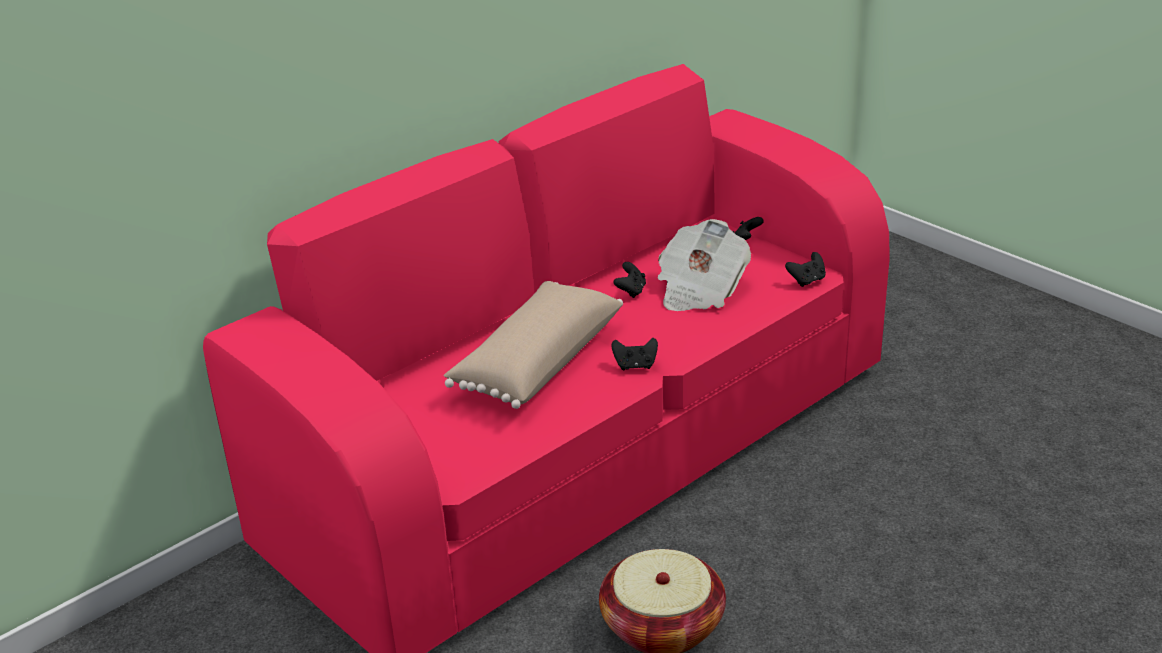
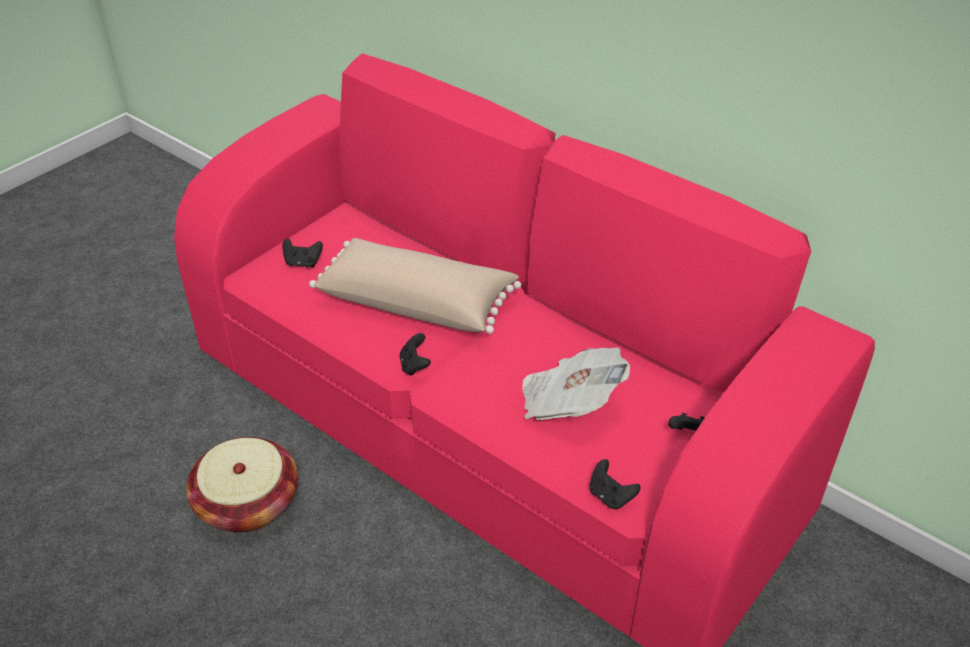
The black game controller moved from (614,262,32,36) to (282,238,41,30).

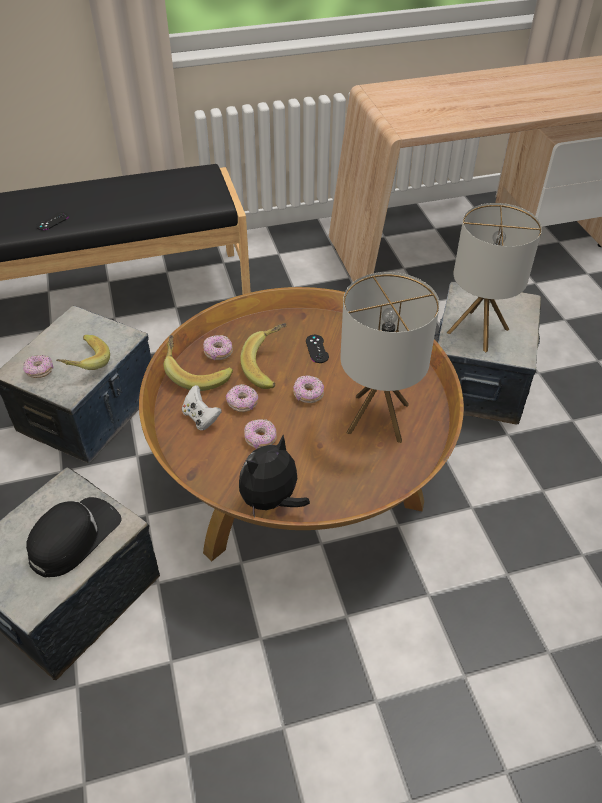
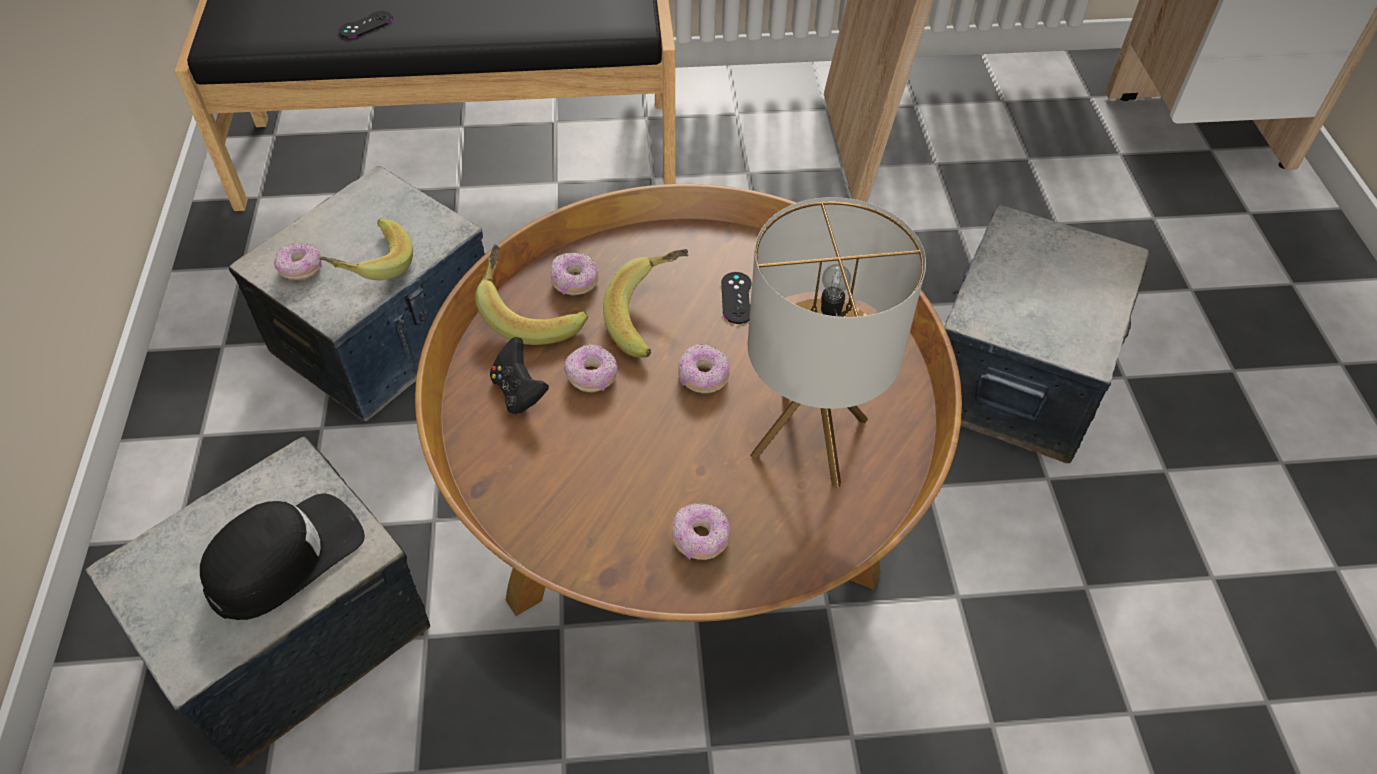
The white game controller at (182,385,40,46) became the black game controller at (490,337,59,77).
The donut moved from (244,419,33,30) to (672,503,58,57).
The plush toy at (239,435,71,83) disappeared.
The table lamp at (447,203,95,149) disappeared.

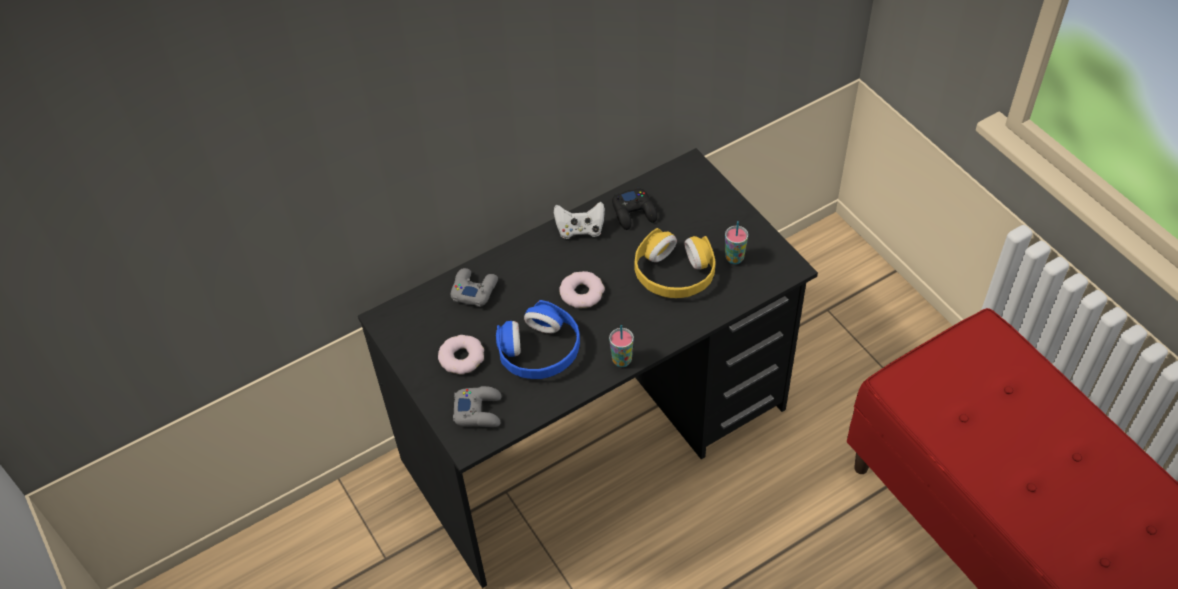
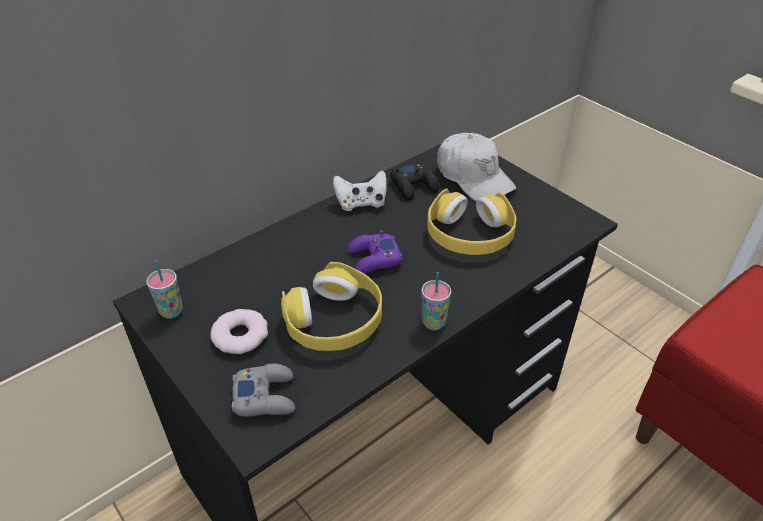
The cup moved from (725,221,23,43) to (146,260,37,59).
The blue headphones at (496,300,84,79) became the yellow headphones at (281,262,101,89).
The donut at (559,271,46,37) was replaced by the purple game controller at (347,230,55,44).
The white cap at (437,132,79,69) appeared.
The grey game controller at (451,268,47,39) disappeared.

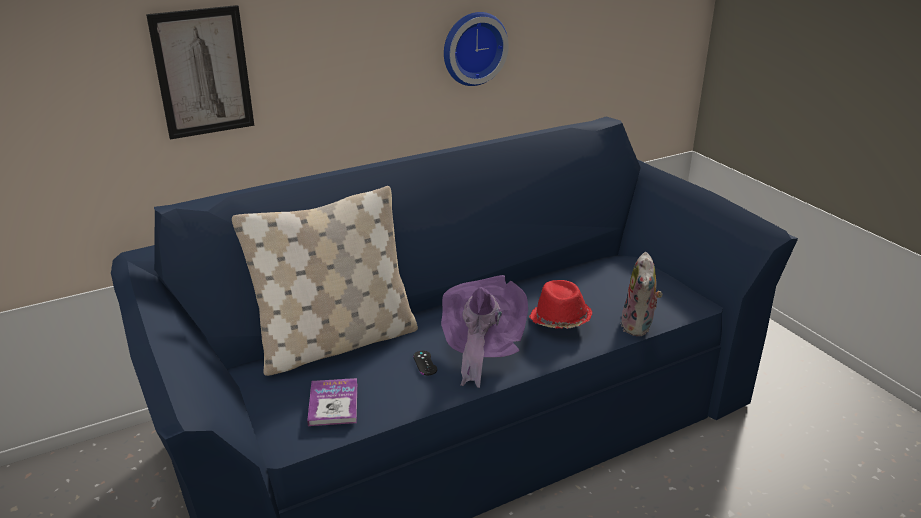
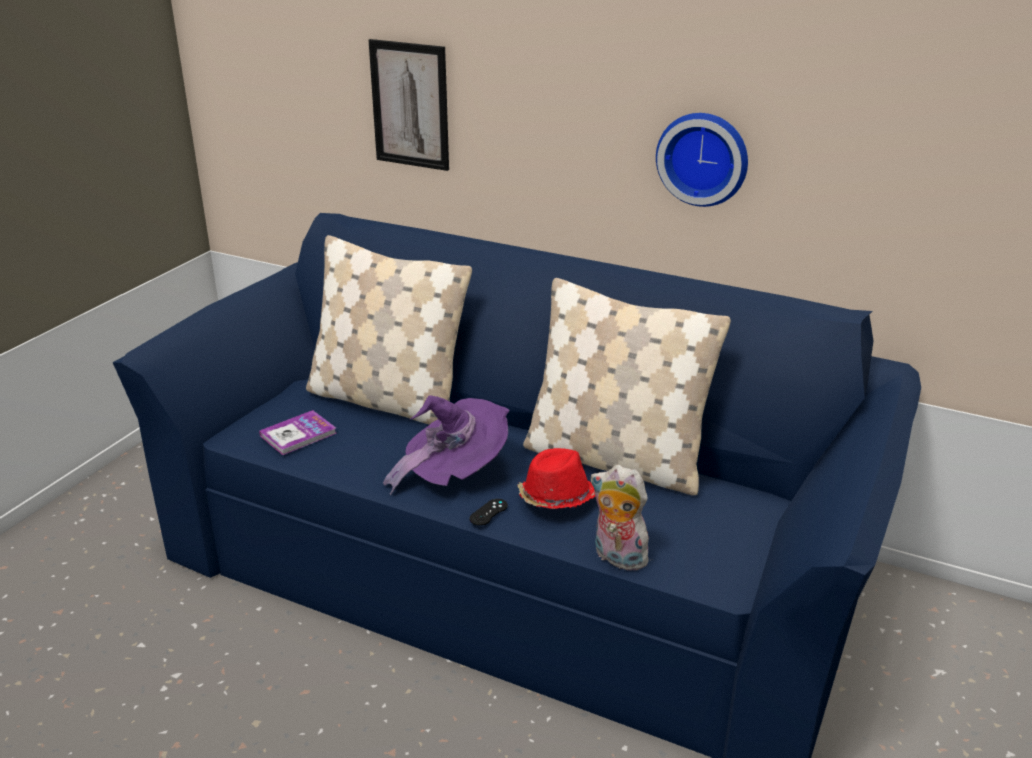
The black game controller moved from (413,351,24,25) to (469,499,39,27).
The beige pillow at (523,278,208,218) appeared.
The plush toy at (620,252,42,84) turned 60 degrees clockwise.

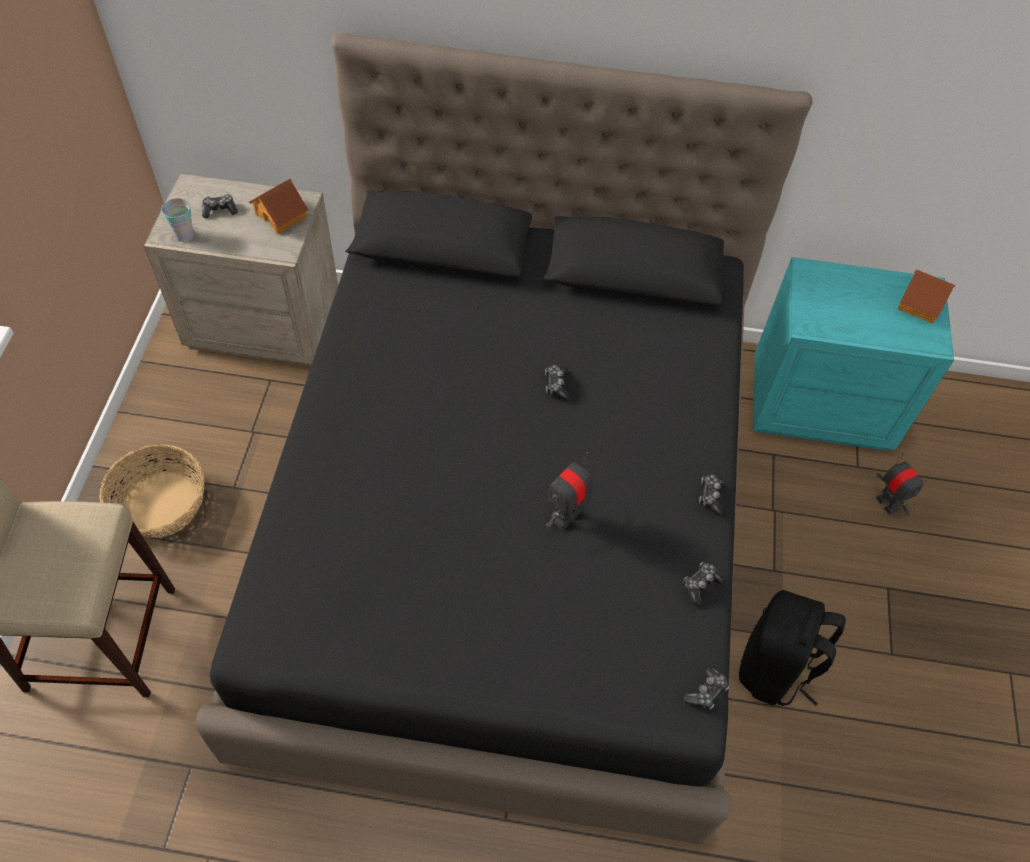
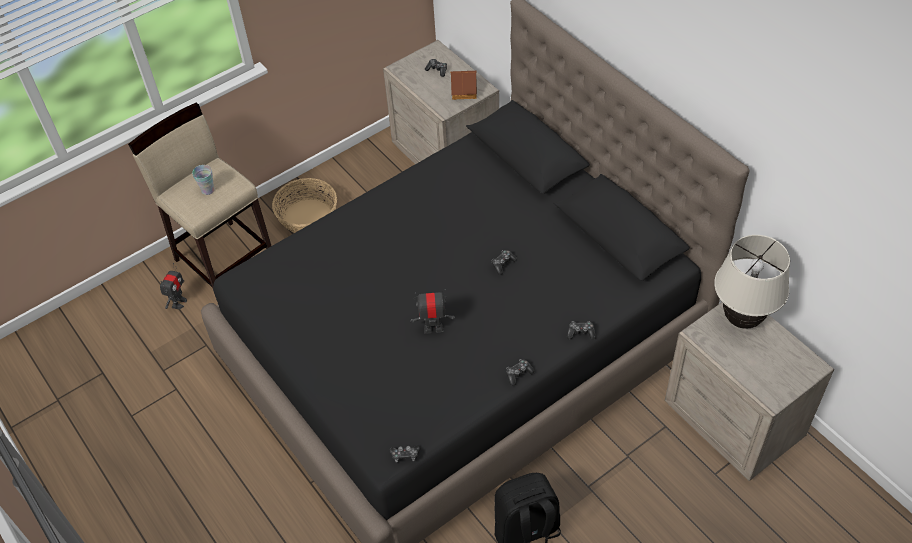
The toy robot moved from (876,453,51,63) to (160,263,27,46).
The cup moved from (161,198,33,44) to (192,165,23,30).
The game controller moved from (683,562,41,44) to (567,321,29,18).
The turquoise nightstand at (753,257,201,194) became the beige nightstand at (665,302,169,179).
The beige table lamp at (714,235,76,94) appeared.
The toy house at (897,269,58,55) disappeared.

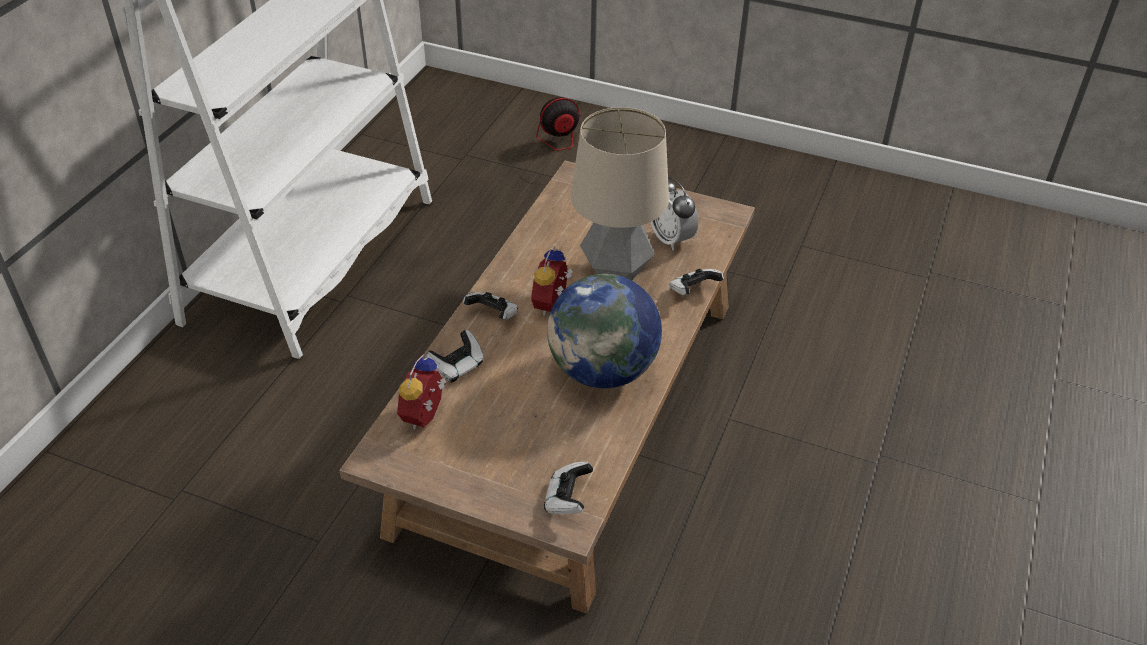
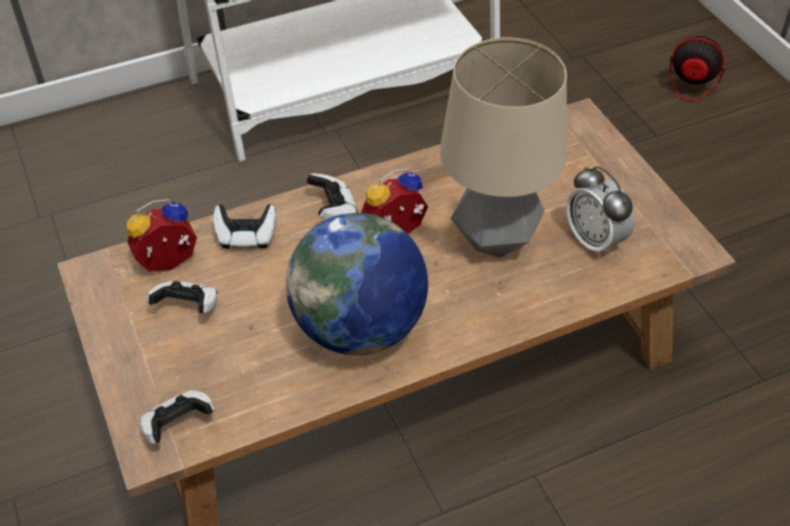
The game controller moved from (669,269,55,26) to (147,281,71,33).
The alarm clock at (651,177,47,74) turned 45 degrees counterclockwise.

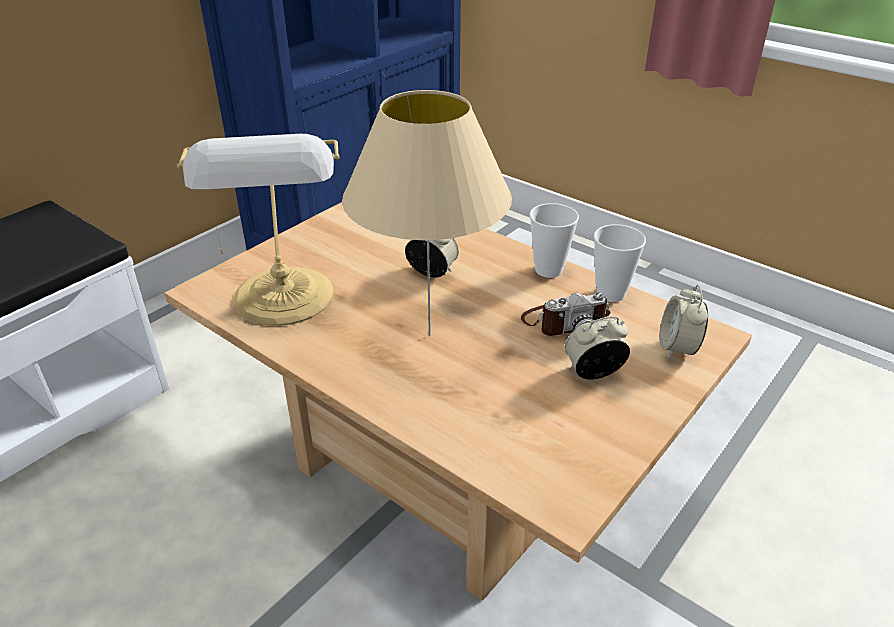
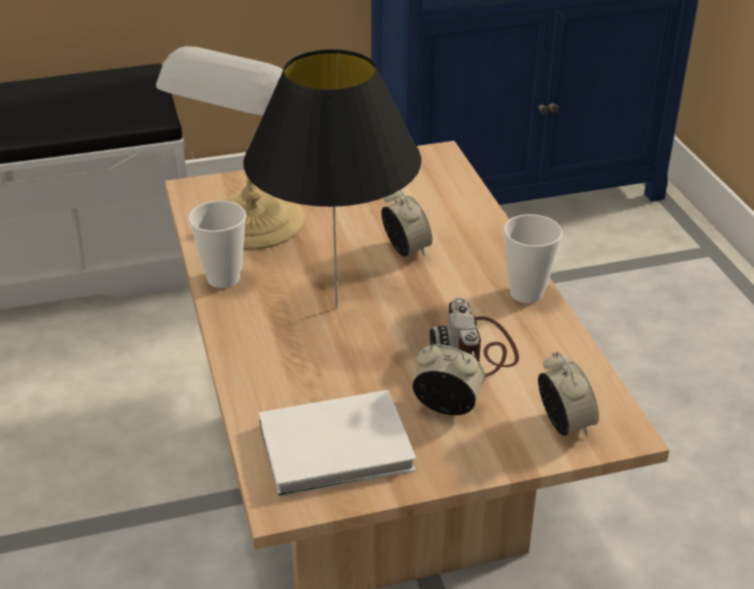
The cup moved from (594,224,52,78) to (188,201,58,87).
The beige table lamp at (342,90,170,246) became the black table lamp at (243,49,178,259).
The white book at (259,390,157,107) appeared.
The photo camera at (521,293,90,43) turned 60 degrees clockwise.
The alarm clock at (660,285,48,74) turned 120 degrees clockwise.

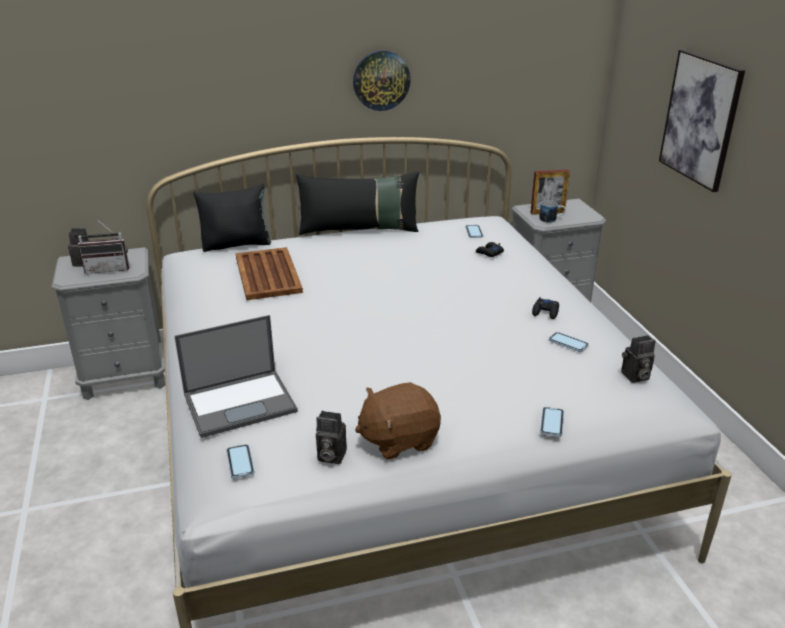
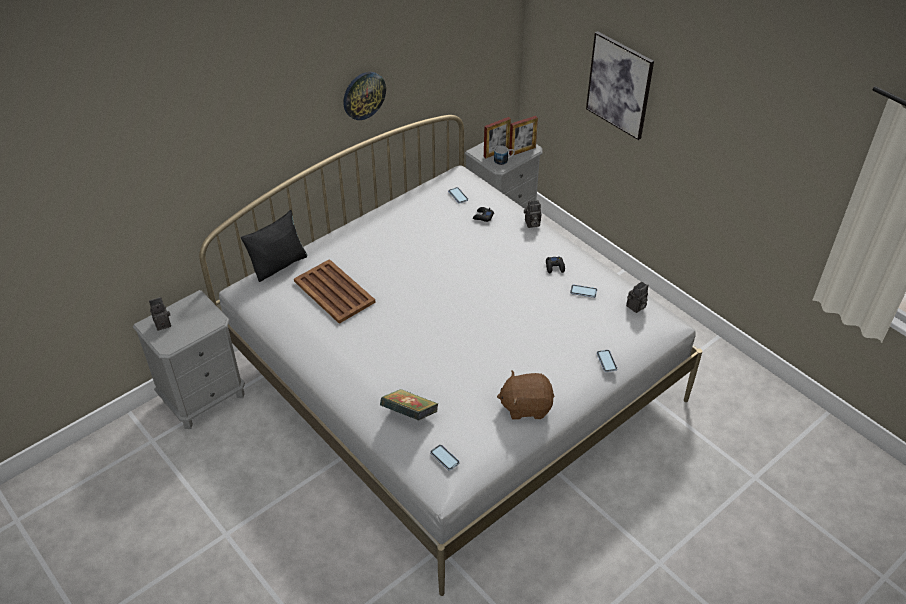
The laptop at (174,315,124,123) was replaced by the book at (380,389,58,32).
The brown plush toy at (355,382,86,78) turned 45 degrees clockwise.
The picture frame at (509,116,29,39) appeared.
The photo camera moved from (316,411,31,53) to (524,200,18,28).
The radio at (78,218,51,56) disappeared.
The black pillow at (296,171,123,64) disappeared.

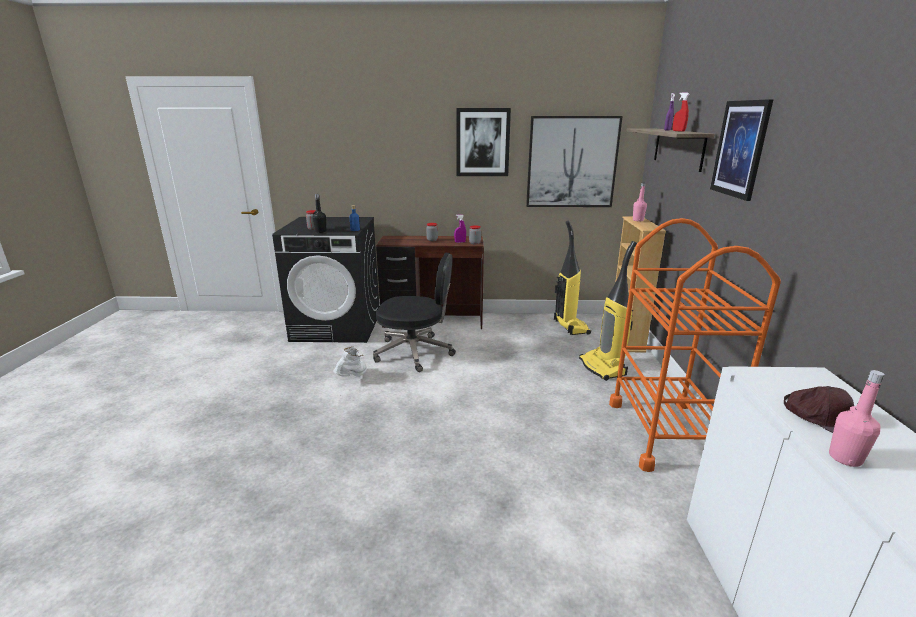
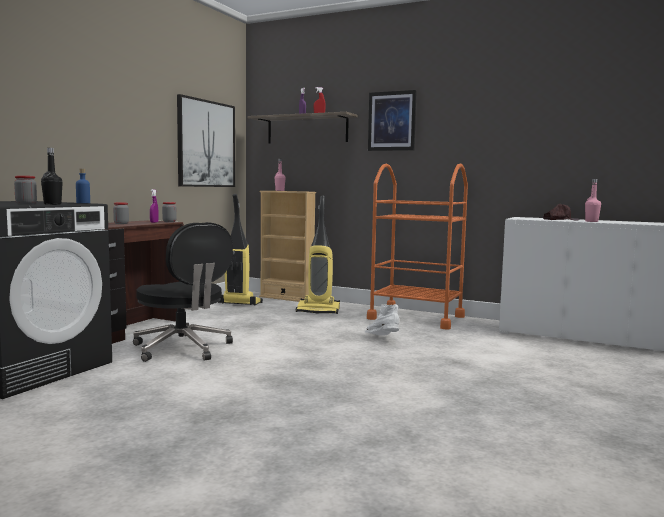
The black office chair at (373,253,83,119) turned 105 degrees clockwise.
The white boot moved from (333,347,34,29) to (365,304,34,32).
The picture at (456,108,55,68) disappeared.

